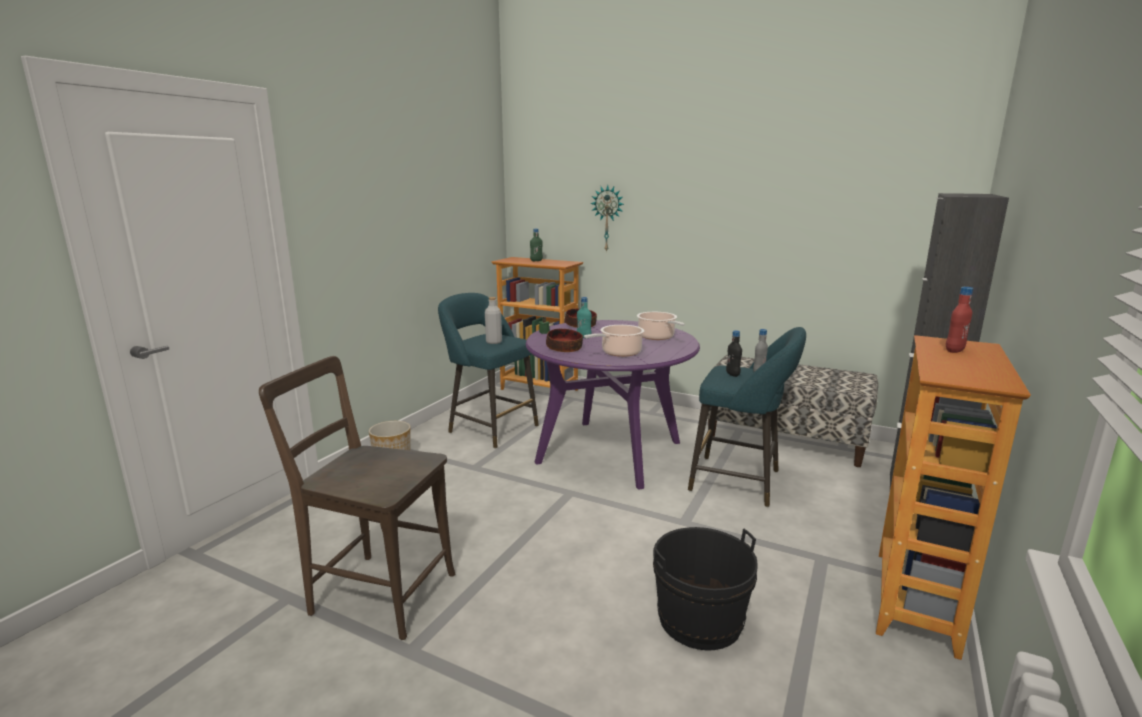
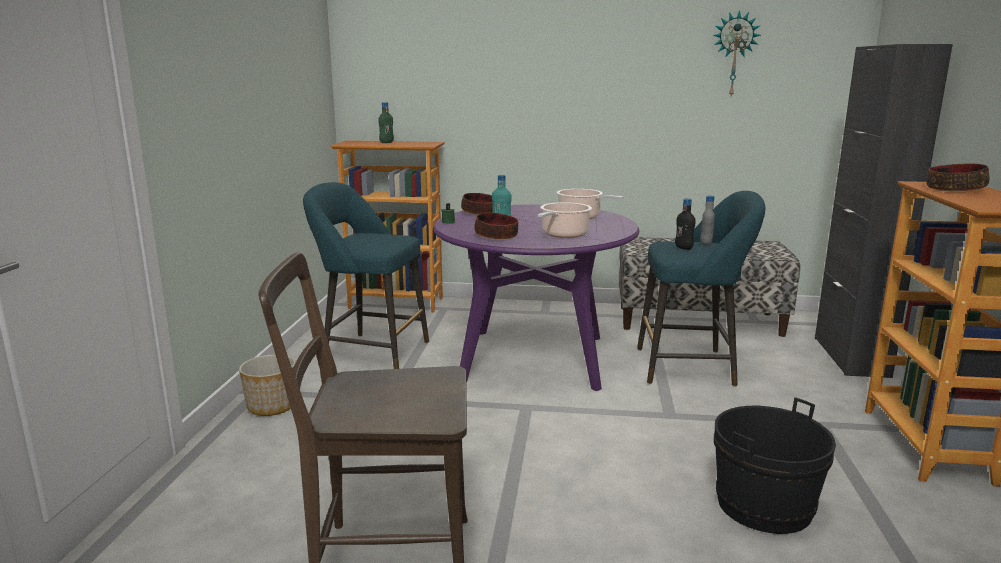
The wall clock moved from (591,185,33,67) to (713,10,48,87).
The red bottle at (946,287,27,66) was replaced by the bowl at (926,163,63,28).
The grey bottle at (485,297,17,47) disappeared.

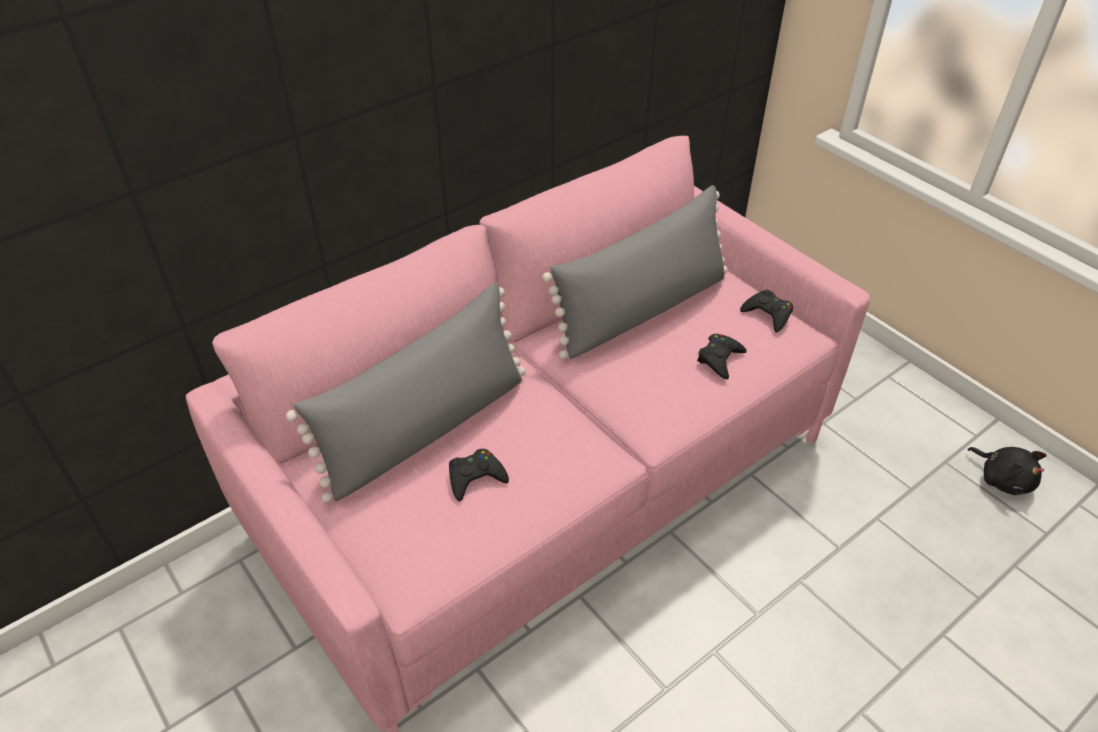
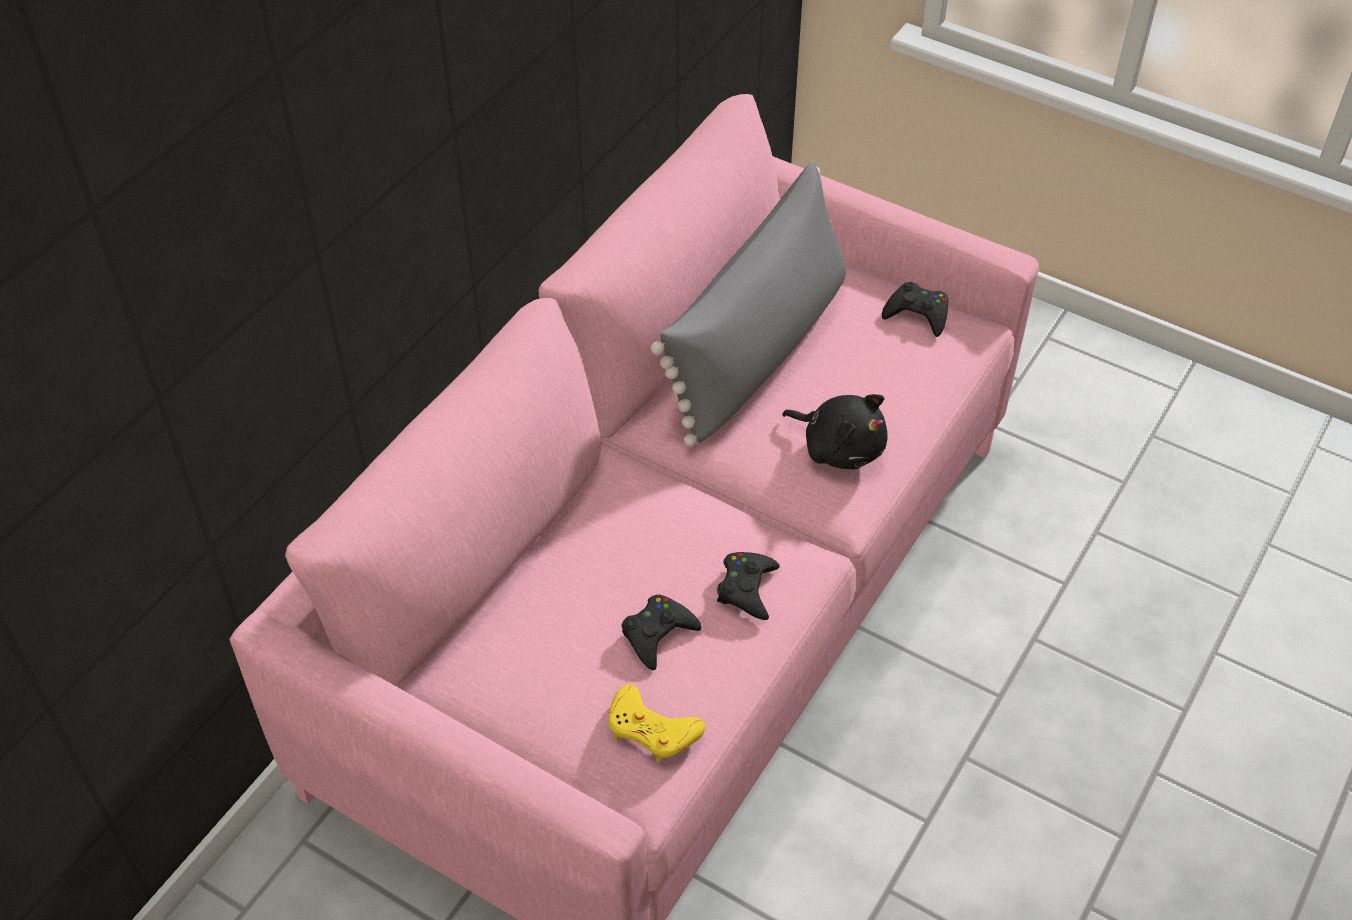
The yellow game controller at (608,684,97,78) appeared.
The black game controller moved from (697,334,50,45) to (717,552,63,68).
The black plush toy moved from (967,447,79,48) to (782,394,106,75).
The grey pillow at (286,283,240,220) disappeared.

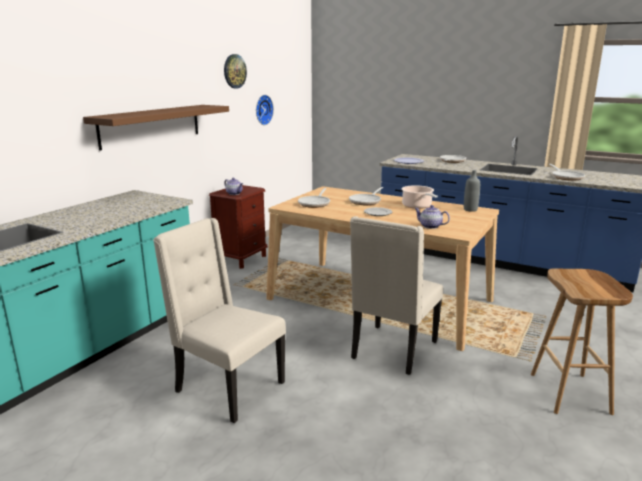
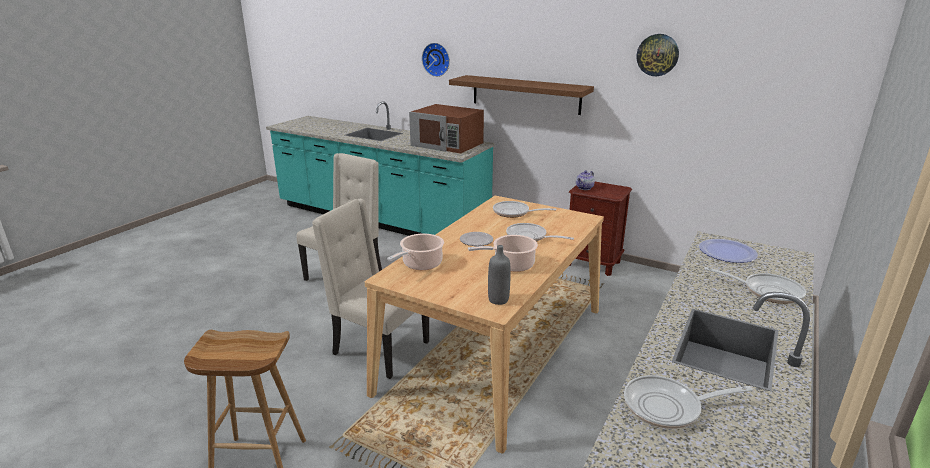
The teapot at (414,205,36,24) was replaced by the cooking pot at (387,234,57,36).
The brown microwave at (409,104,75,49) appeared.
The wall clock moved from (256,95,18,30) to (422,43,28,34).

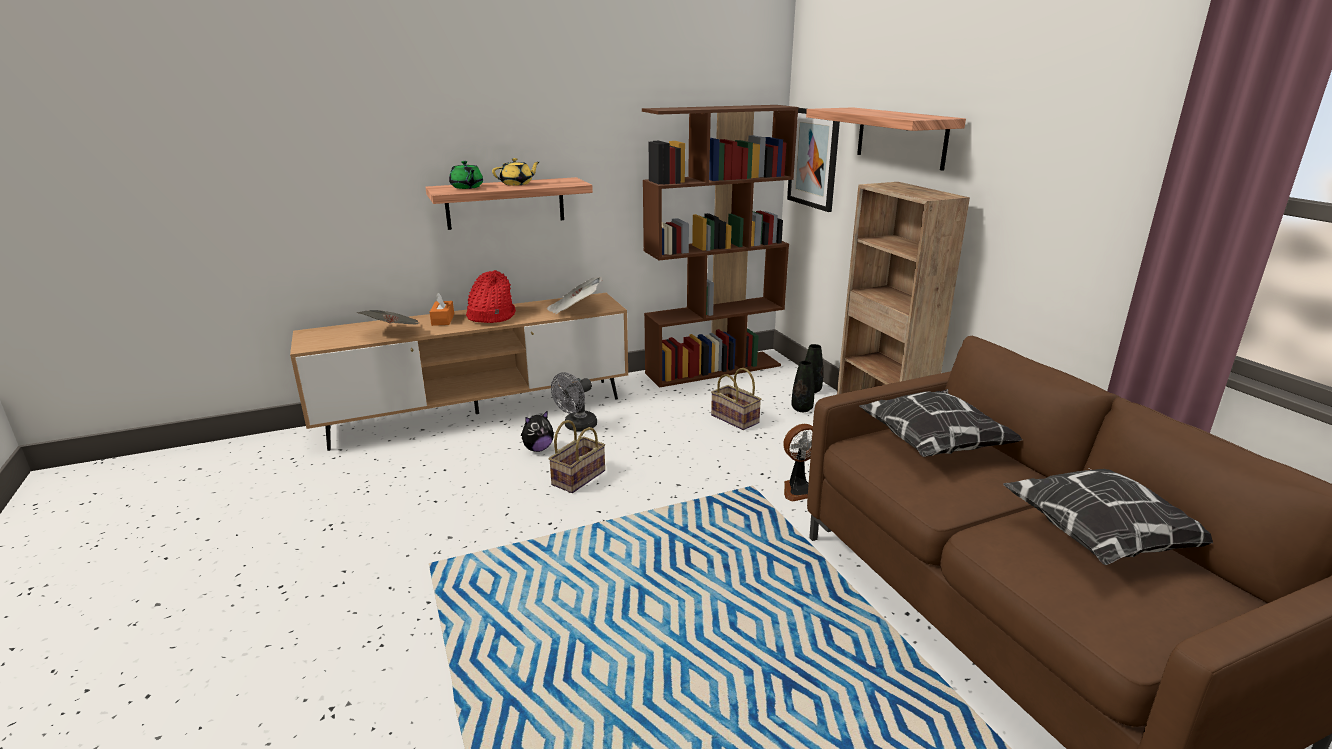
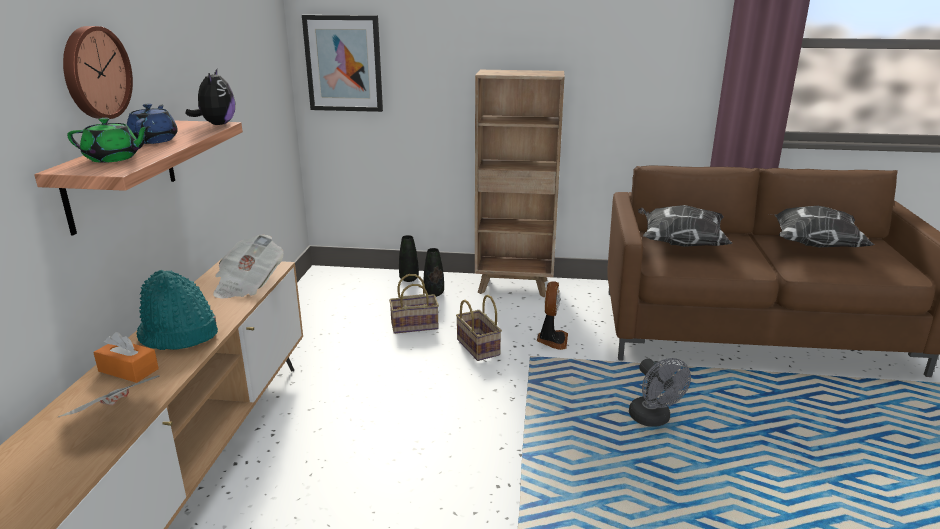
The wall clock at (63,26,70,93) appeared.
The yellow teapot at (492,158,47,28) became the blue teapot at (127,103,51,41).
The red hat at (466,270,50,53) became the turquoise hat at (136,270,82,80).
The plush toy moved from (521,410,33,42) to (186,69,49,56).
The basket moved from (549,420,56,73) to (456,295,46,66).
The grey fan moved from (551,372,46,60) to (629,358,62,69).
The brown bookcase at (642,105,156,283) disappeared.
The shelf at (806,107,160,64) disappeared.

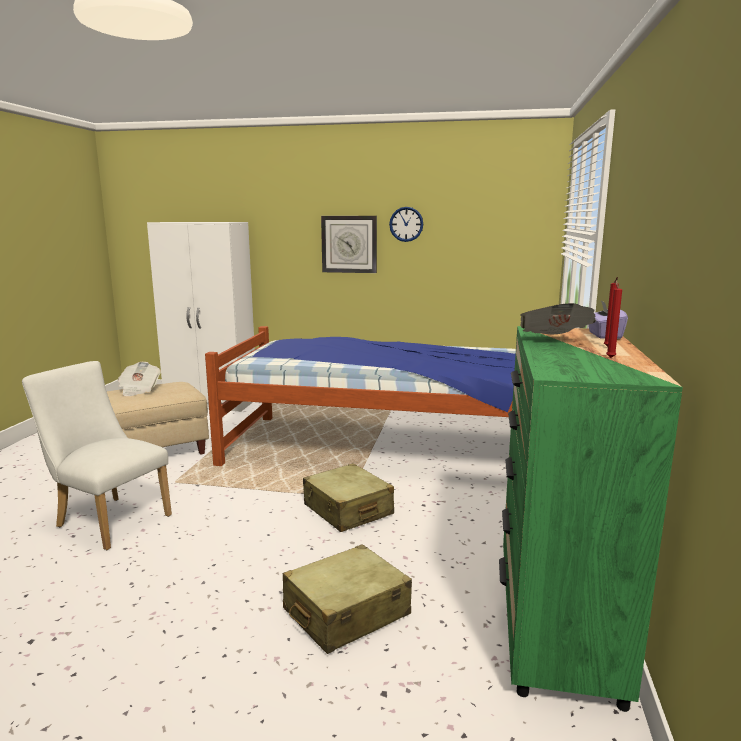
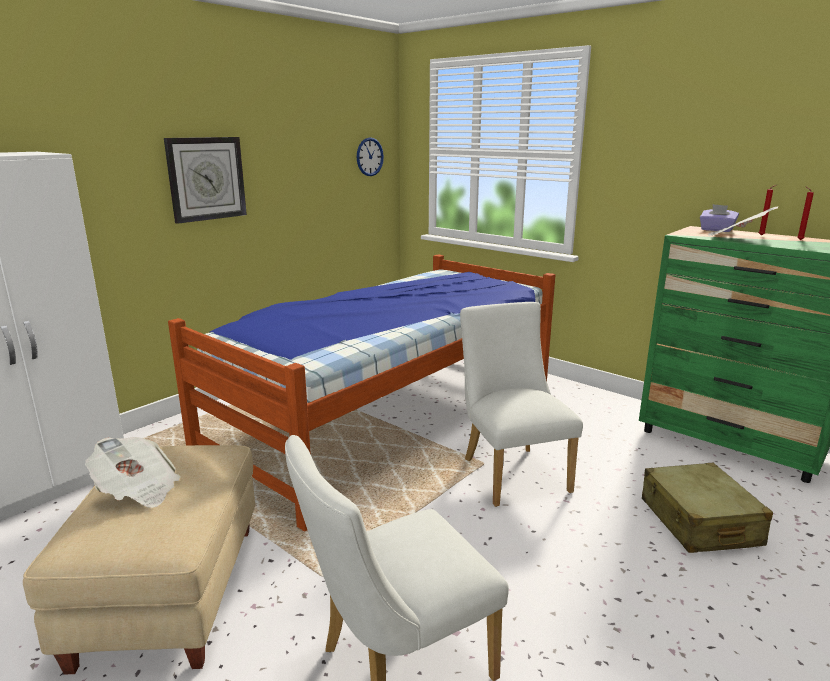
The wall clock moved from (389,207,34,35) to (357,137,27,39).
The beige suitcase at (303,463,91,69) was replaced by the white chair at (460,302,123,205).

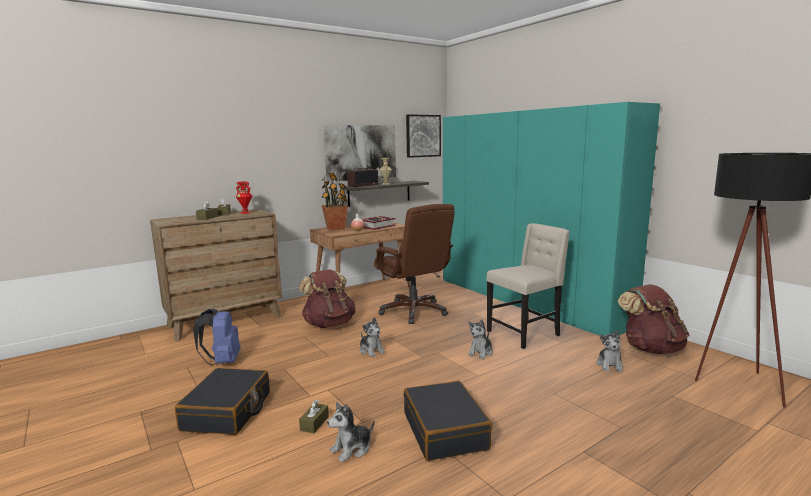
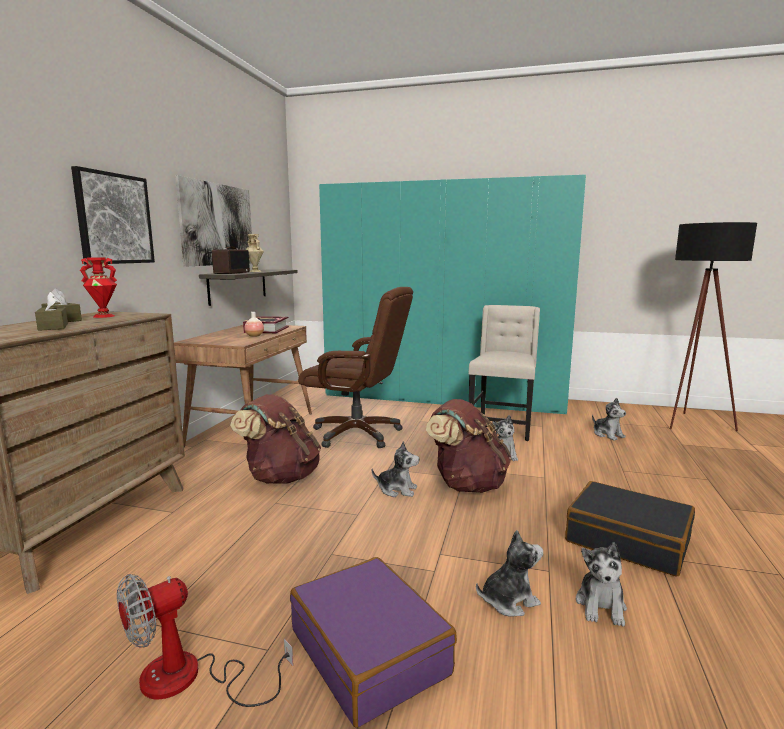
The picture moved from (406,114,35,44) to (71,166,84,99).
The fan at (117,574,176,133) appeared.
The black suitcase at (175,368,95,67) became the purple suitcase at (290,557,167,171).
The brown backpack moved from (618,284,71,70) to (426,399,85,94).
The brown tissue box at (299,400,30,33) was replaced by the plush toy at (476,530,67,86).
The blue backpack at (193,308,48,58) disappeared.
The potted plant at (322,173,26,57) disappeared.

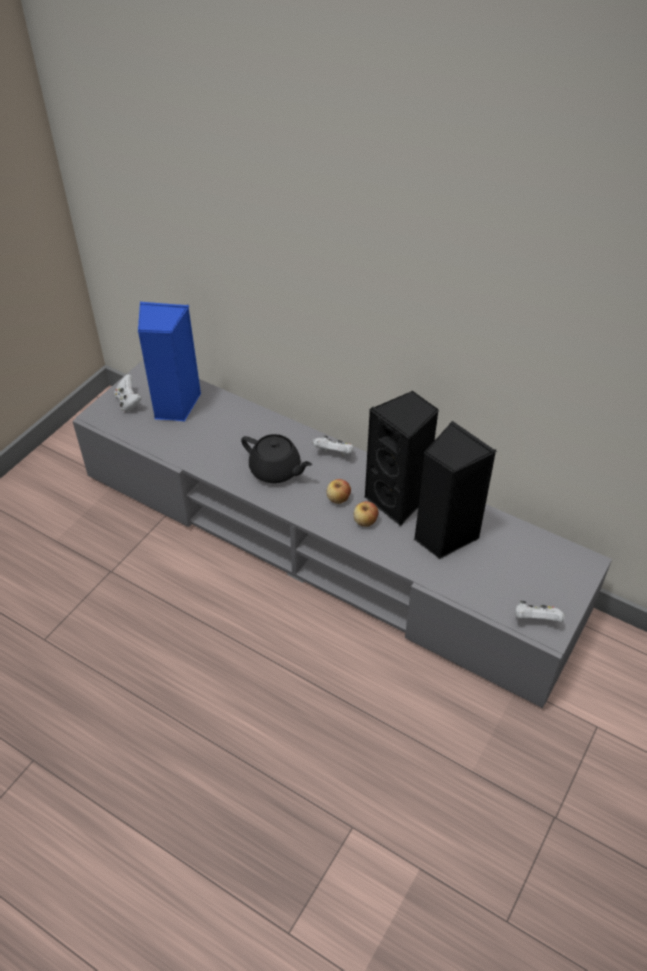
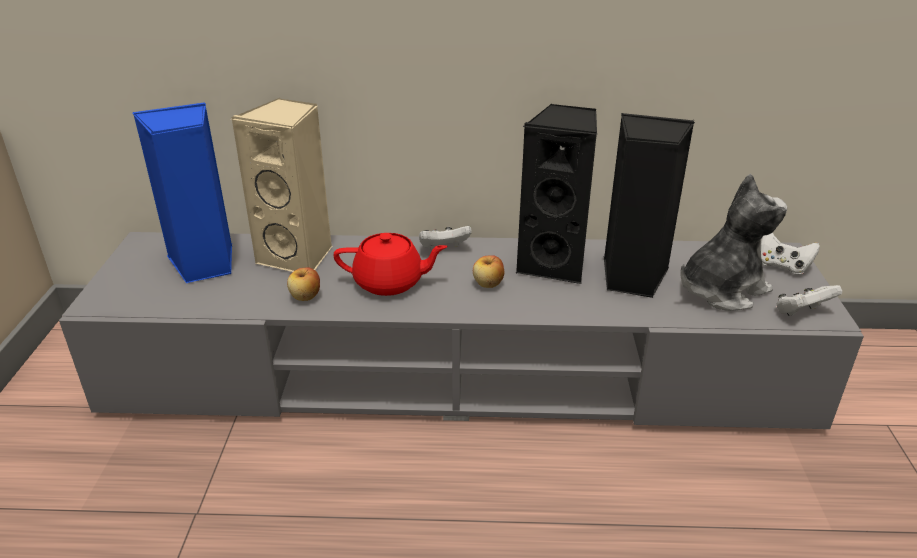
The beige speaker at (232,98,100,174) appeared.
The apple moved from (354,501,25,26) to (287,267,33,34).
The black teapot at (241,434,71,49) became the red teapot at (333,233,115,63).
The plush toy at (680,173,107,138) appeared.
The white game controller moved from (114,374,28,38) to (761,232,59,43).

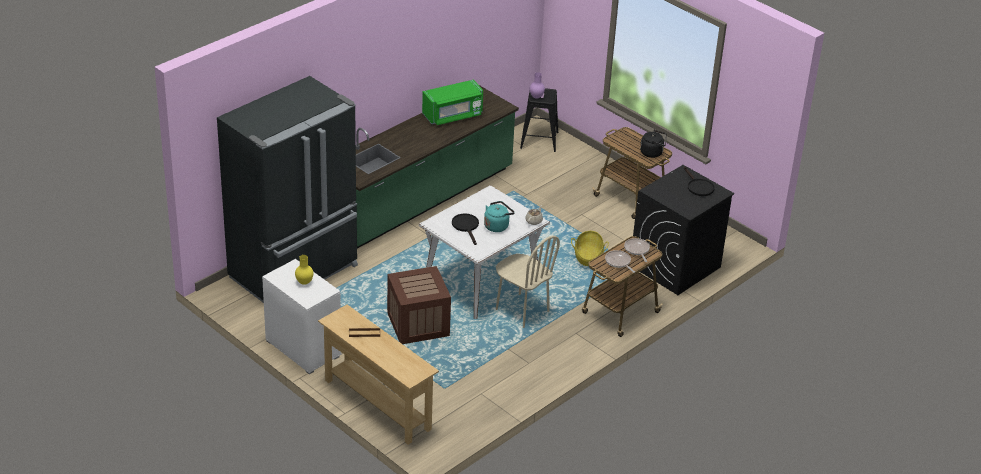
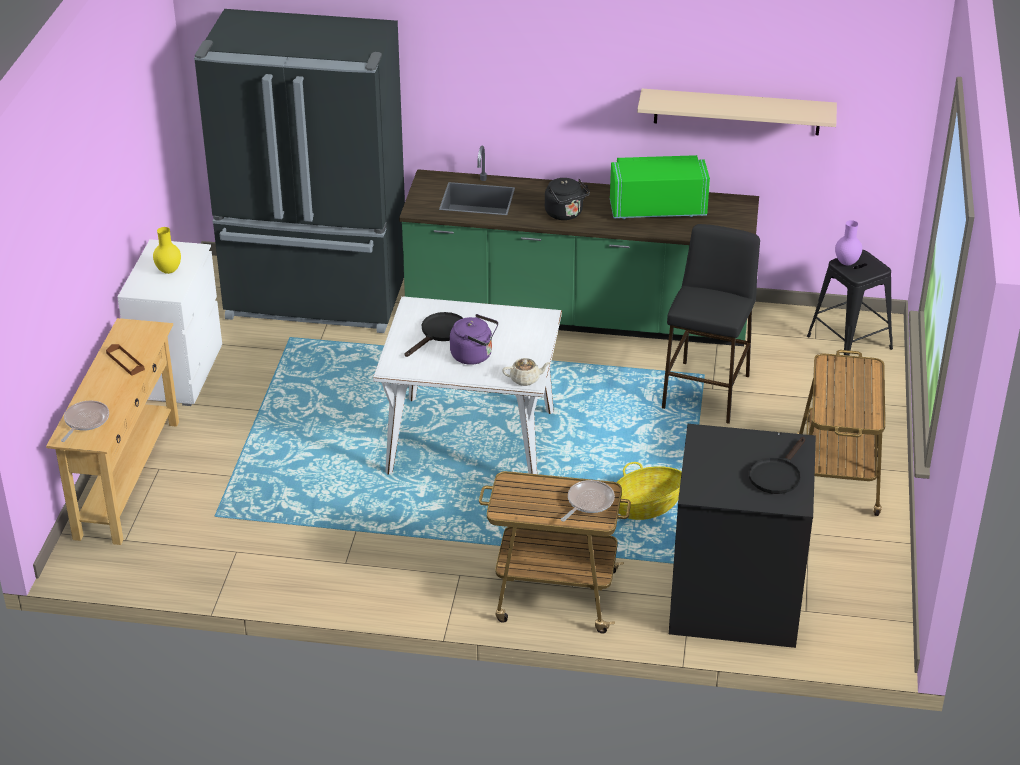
The frying pan moved from (605,250,30,23) to (61,401,48,41).
The turquoise kettle at (484,201,31,31) became the purple kettle at (450,314,48,51).
The black kettle moved from (640,130,27,28) to (545,178,45,42).
The green microwave at (422,79,61,46) turned 150 degrees clockwise.
The beige shelf at (637,89,200,46) appeared.
The black stool at (662,224,98,200) appeared.
The crate at (387,266,64,78) disappeared.
The beige chair at (496,236,64,92) disappeared.

